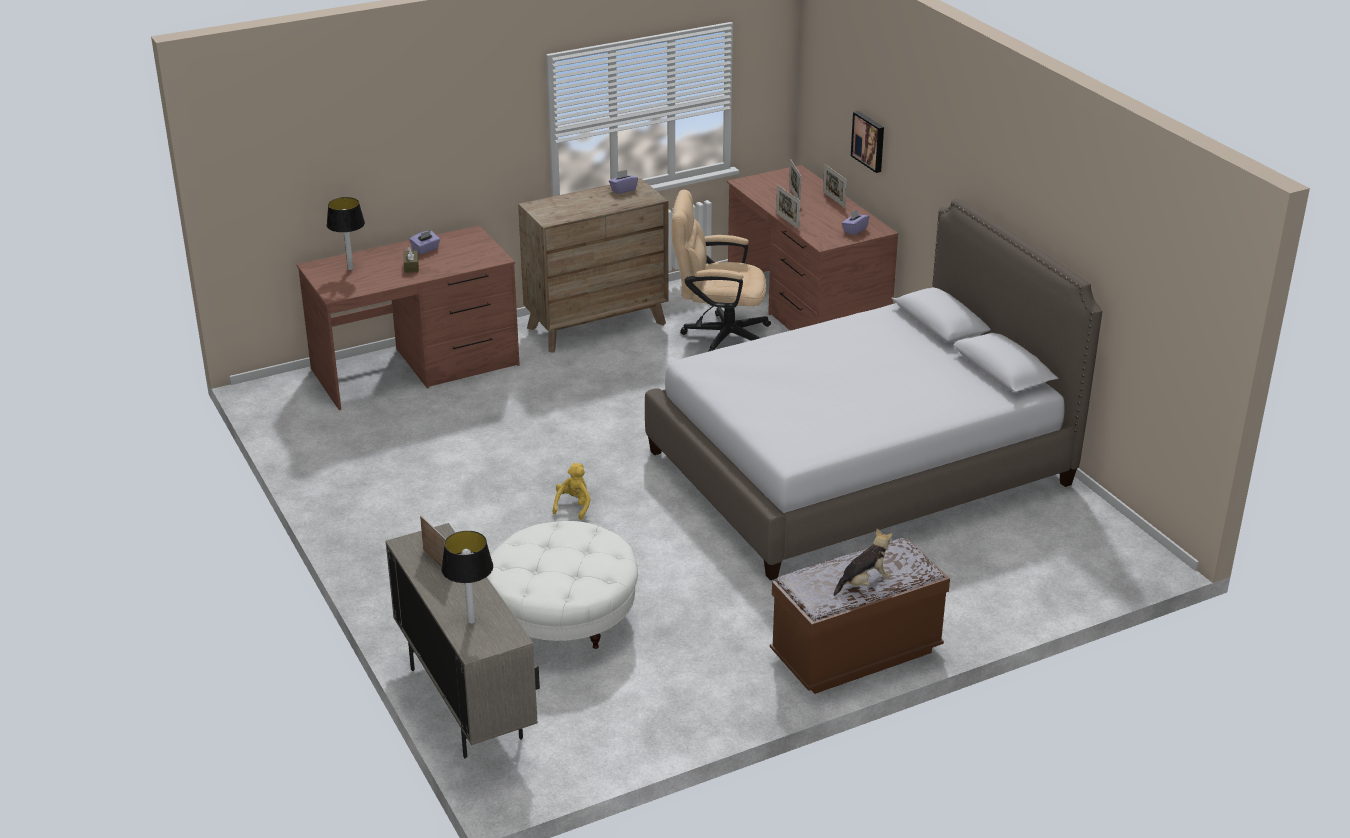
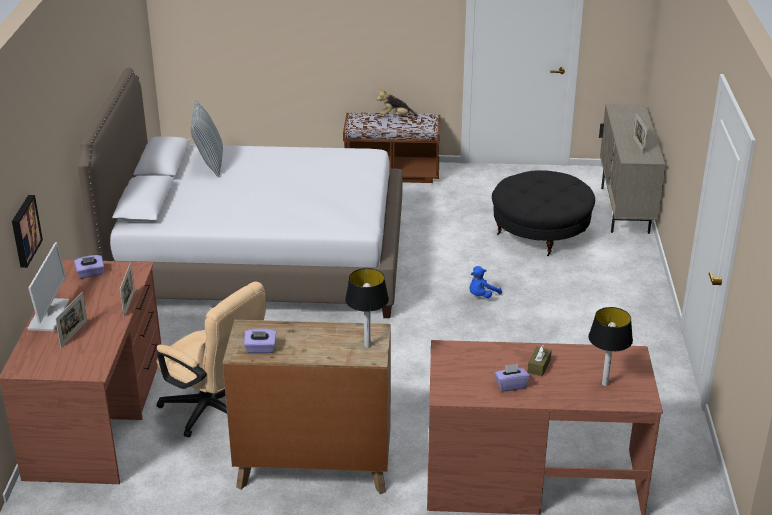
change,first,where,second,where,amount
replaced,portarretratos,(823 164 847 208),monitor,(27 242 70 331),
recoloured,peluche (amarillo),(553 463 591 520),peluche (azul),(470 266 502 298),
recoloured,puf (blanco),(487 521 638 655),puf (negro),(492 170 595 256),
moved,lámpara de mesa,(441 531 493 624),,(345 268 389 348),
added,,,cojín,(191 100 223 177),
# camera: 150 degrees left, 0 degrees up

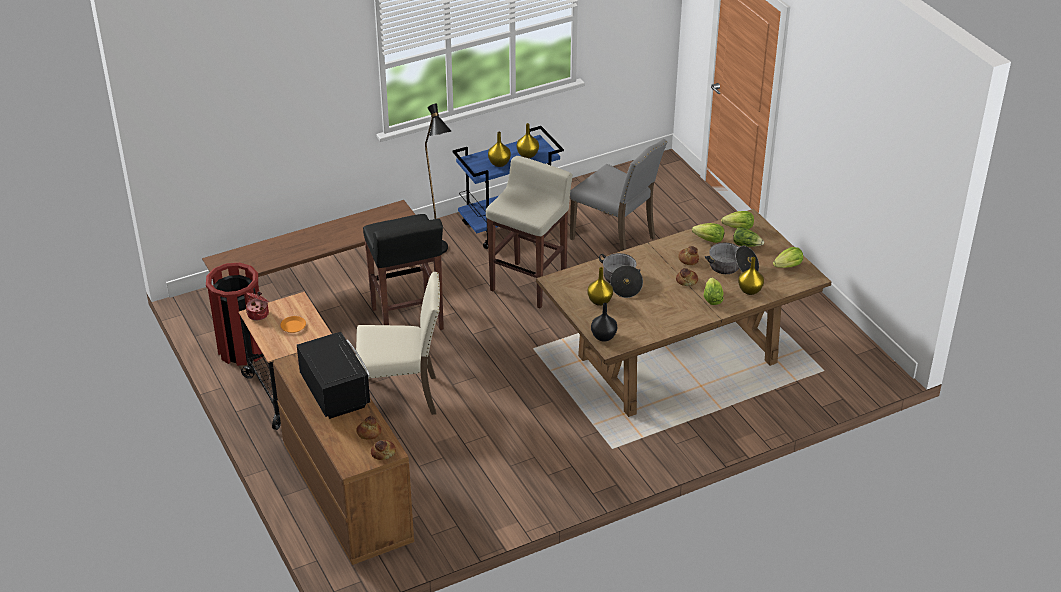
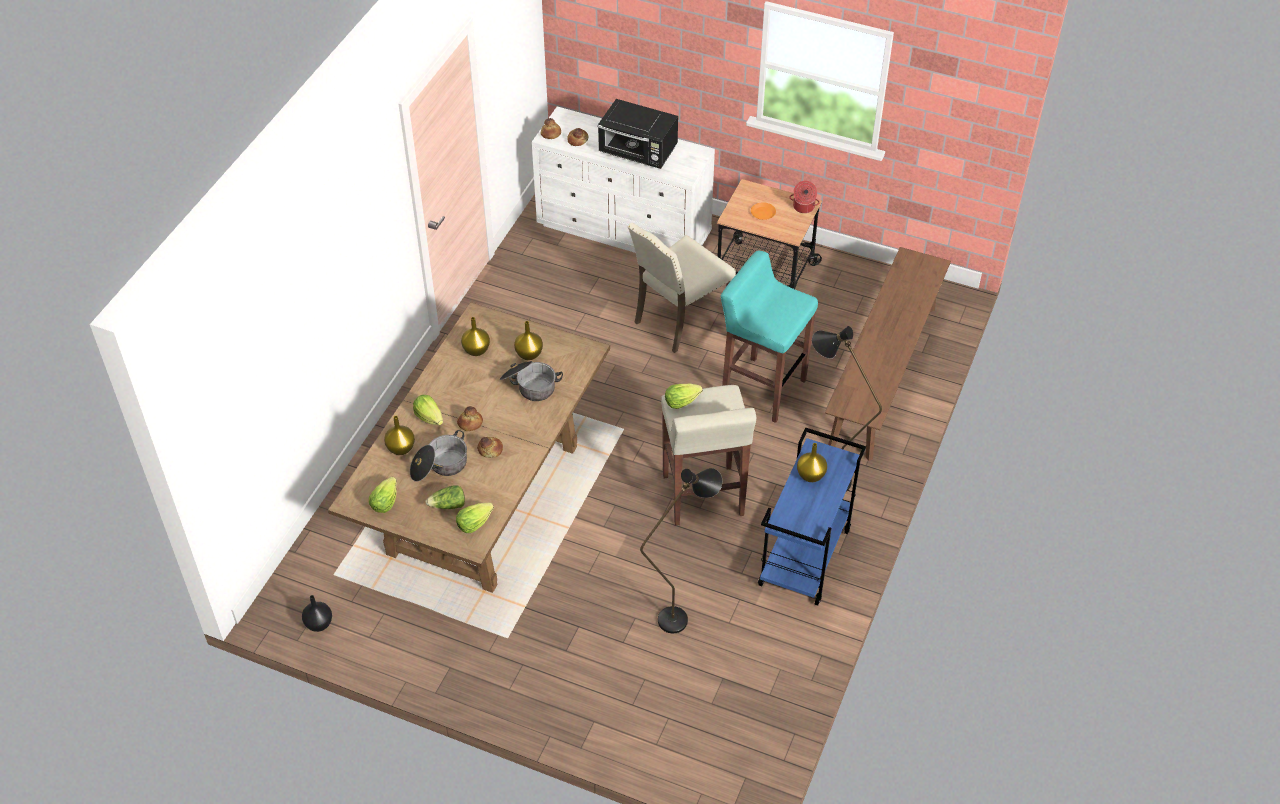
change,first,where,second,where,amount
moved,florero (amarillo),(516 123 539 158),,(461 317 490 356),
replaced,silla (gris),(570 139 668 251),lámpara de pie (negro),(640 468 722 633),
recoloured,taburete (negro),(363 214 444 330),taburete (turquesa),(721 250 818 423),
moved,lechuga,(692 223 725 243),,(665 383 703 409),
removed,papelera (rojo),(206 263 262 366),,,
moved,florero (negro),(591 303 617 342),,(302 595 332 632),
recoloured,cómoda (marrón),(273 353 414 565),cómoda (blanco),(532 106 715 253),
# camera: 140 degrees right, 10 degrees up

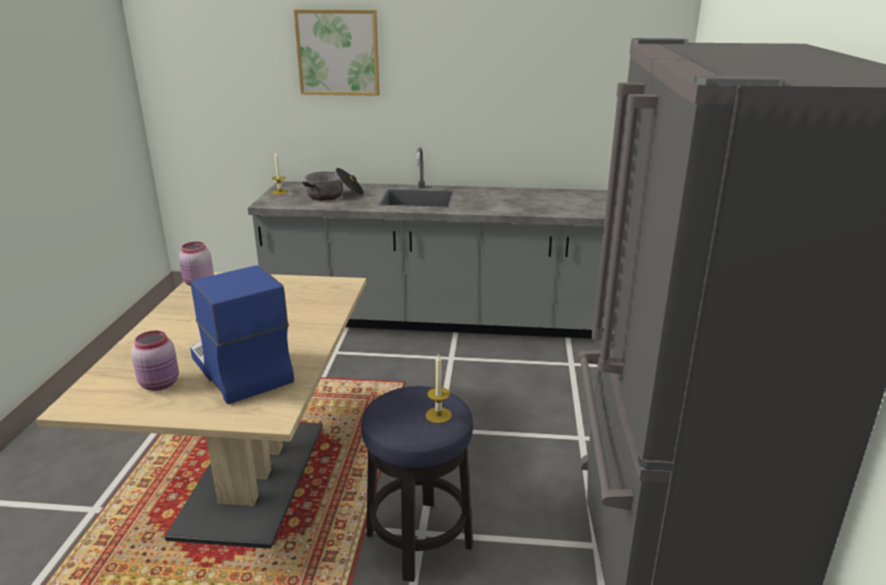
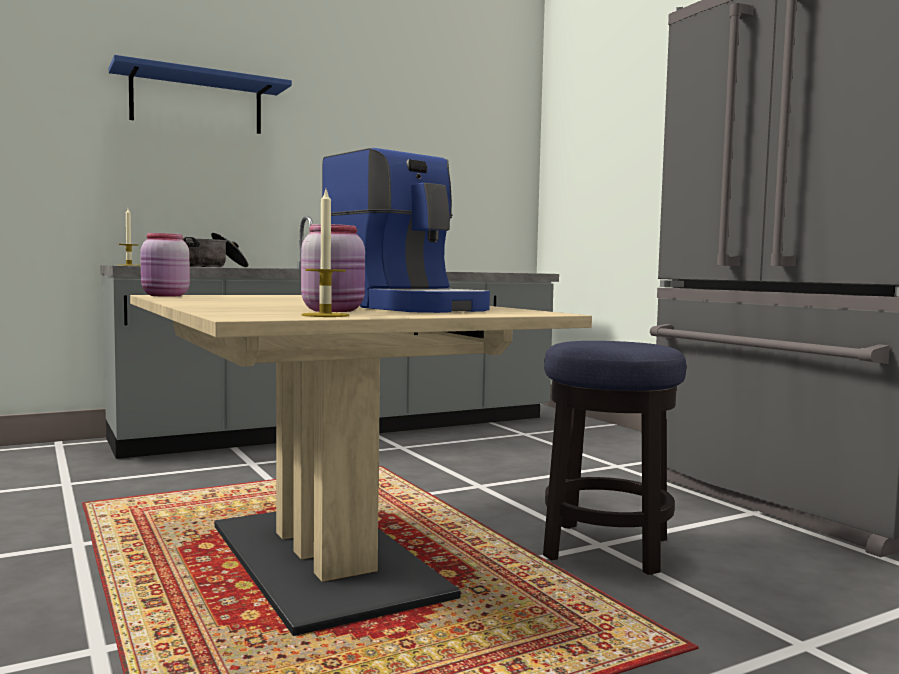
change,first,where,second,where,amount
replaced,cuadro,(294 9 380 96),estante (azul),(109 55 292 134),
turned,cafetera,(190 265 294 404),,(322 148 490 313),150 degrees counterclockwise
moved,vela,(426 353 452 423),,(301 187 349 317),
# camera: 35 degrees left, 20 degrees down

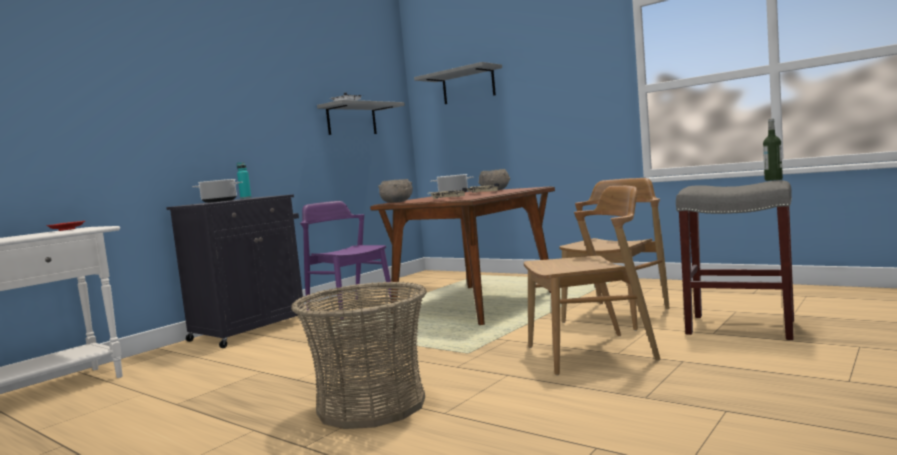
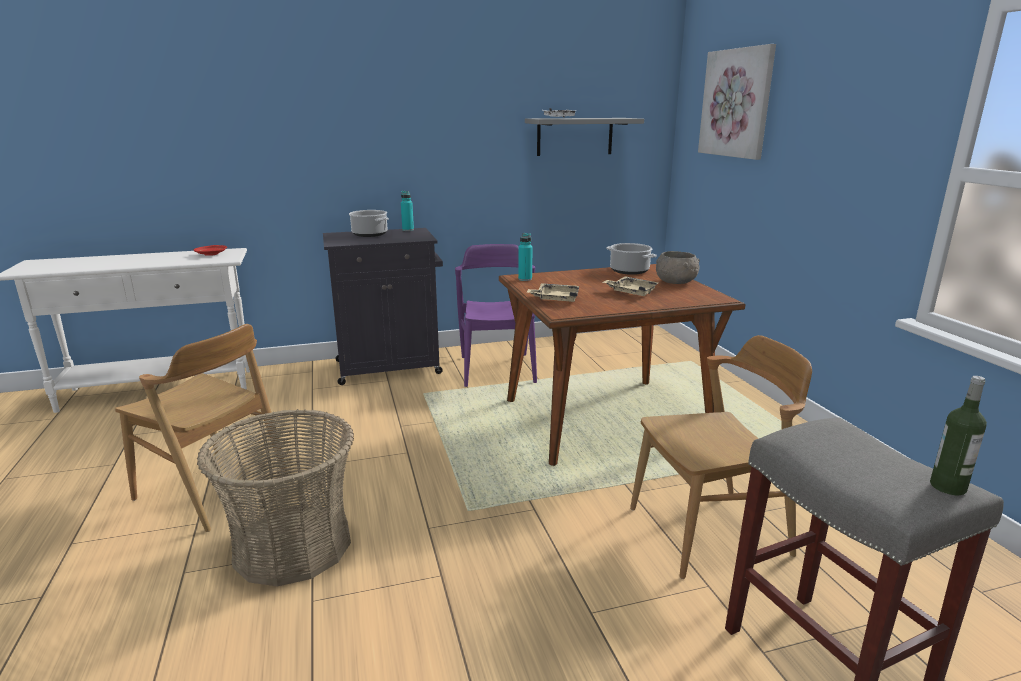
change,first,where,second,where,amount
replaced,estante (gris),(414 62 502 104),cuadro,(698 44 776 160),
replaced,cuenco (gris),(378 179 413 203),botella (turquesa),(518 233 532 281),
moved,silla (marrón),(524 186 661 375),,(115 324 286 532),
# camera: 35 degrees right, 15 degrees up

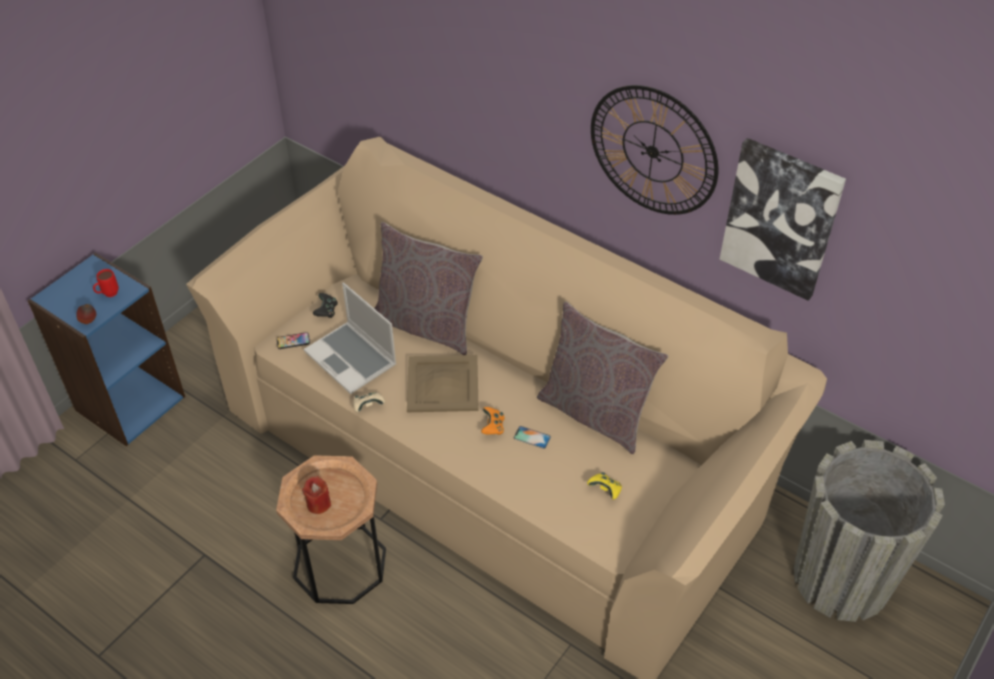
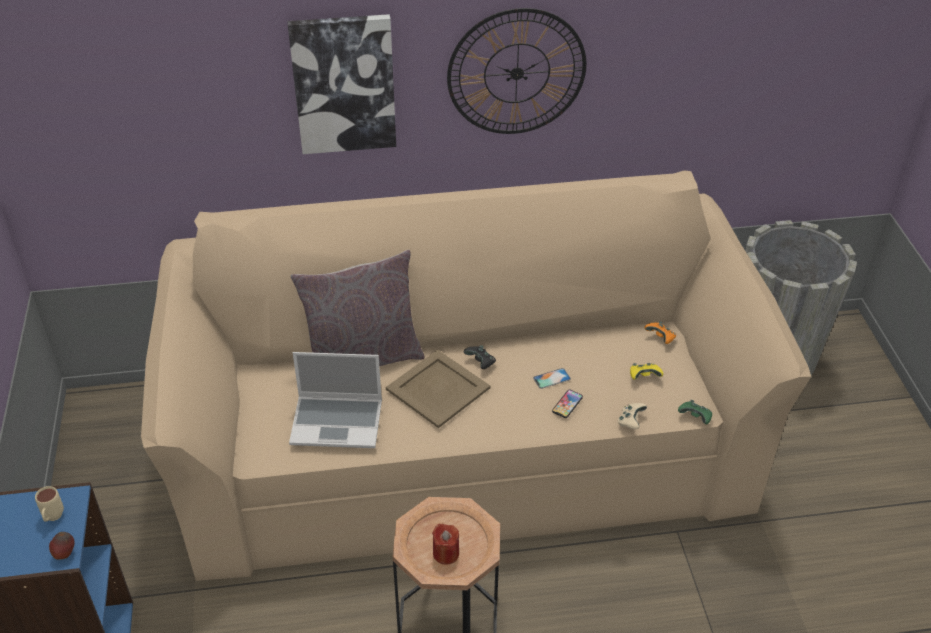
change,first,where,second,where,amount
moved,cuadro,(720 138 846 301),,(288 14 396 154),
recoloured,taza grande (rojo),(93 269 119 297),taza grande (beis),(35 486 64 522),
moved,mando de consola (negro),(313 293 338 318),,(464 345 496 369),
removed,cojín (gris),(537 301 668 454),,,
moved,móvil,(277 332 310 349),,(552 390 583 418),
moved,mando de consola (beis),(353 392 385 412),,(618 403 647 429),
moved,mando de consola (naranja),(481 407 505 435),,(644 321 676 344),
added,,,mando de consola (verde),(678 400 712 424),
# camera: 45 degrees left, 5 degrees down

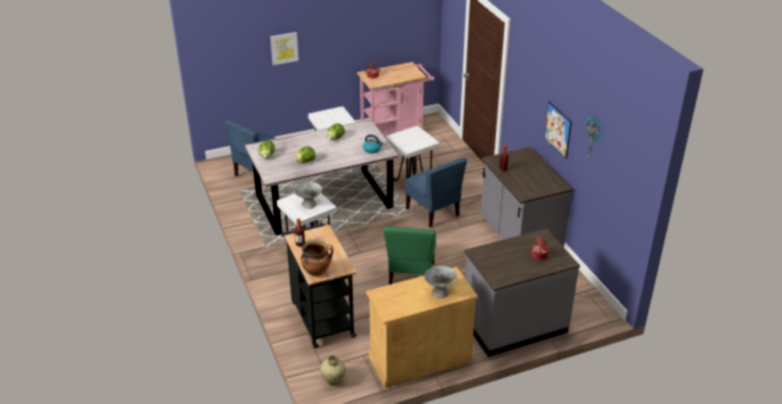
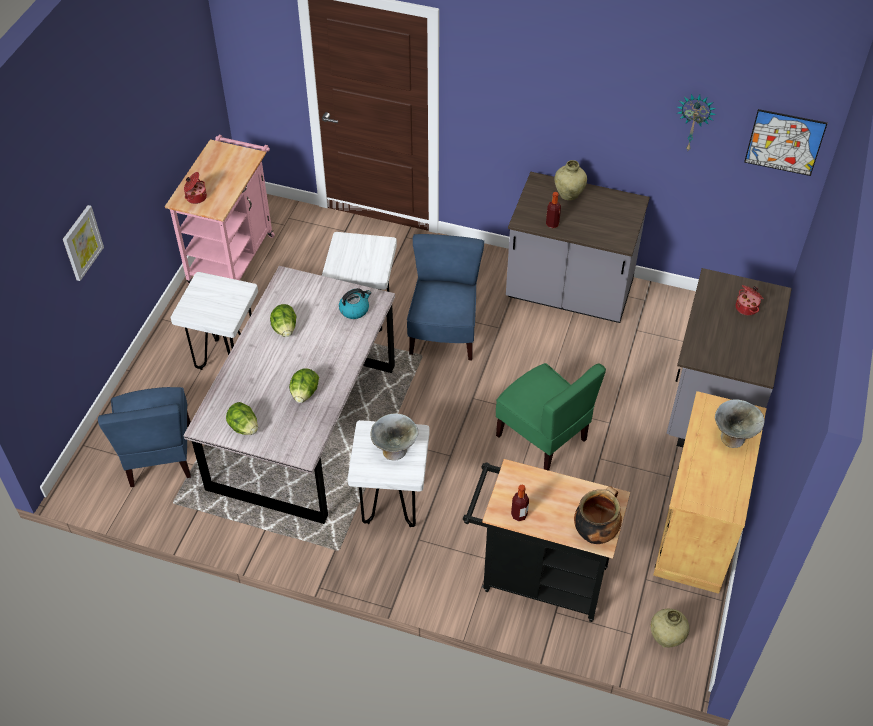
change,first,where,second,where,amount
moved,cuadro,(544 102 572 159),,(744 109 828 176),
turned,silla (azul),(405 157 467 227),,(407 234 484 360),90 degrees counterclockwise
added,,,florero (beis),(554 160 587 200),
# camera: 50 degrees left, 15 degrees up

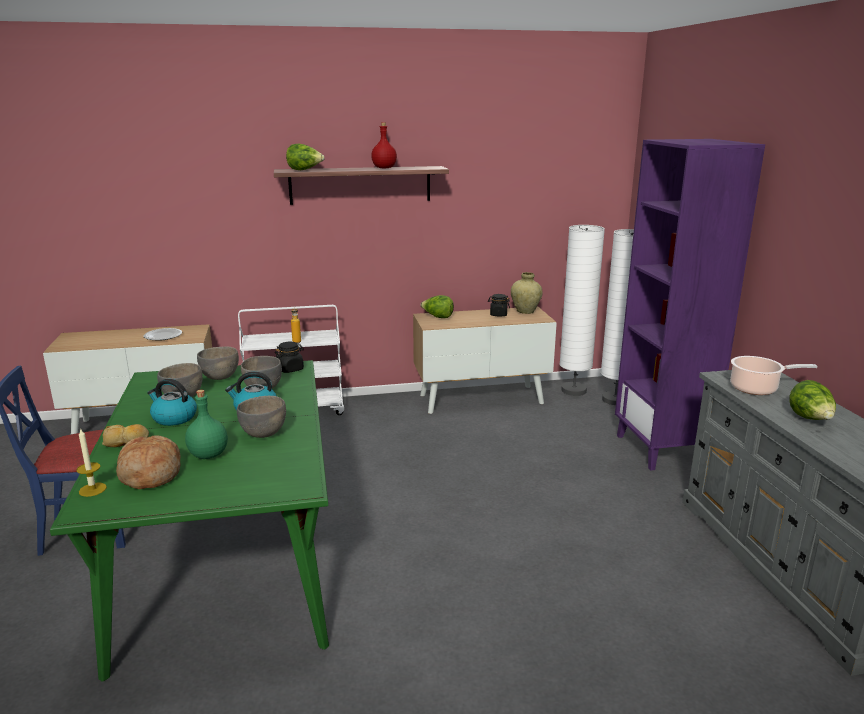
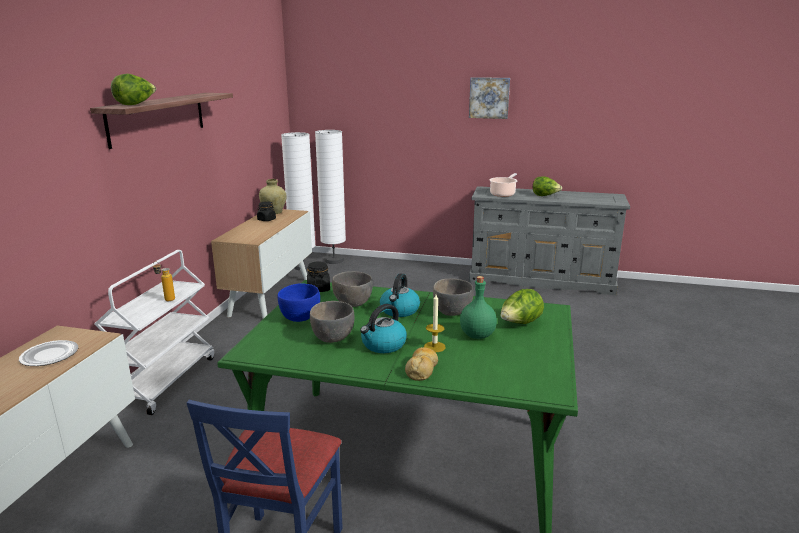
change,first,where,second,where,amount
removed,botella (rojo),(371 122 397 168),,,
removed,estantería (morado),(615 139 765 471),,,
moved,lechuga,(421 295 454 318),,(500 289 544 324),
recoloured,cuenco (gris),(197 346 239 380),cuenco (azul),(278 283 320 322),
moved,vela,(76 428 107 497),,(424 294 446 352),
removed,pan,(116 435 181 489),,,
added,,,cuadro,(469 77 510 119),
# camera: 65 degrees left, 0 degrees up

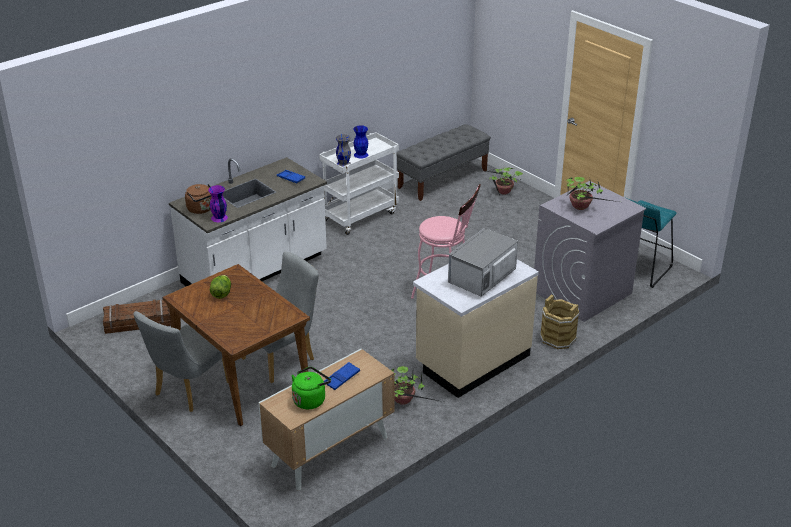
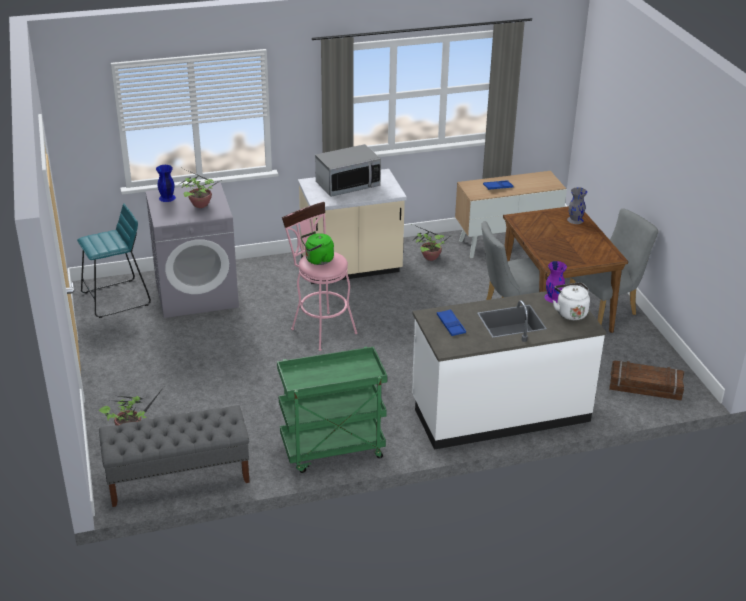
change,first,where,second,where,amount
moved,florero (azul),(353 125 368 158),,(156 165 176 202),
recoloured,carrito (blanco),(319 132 399 235),carrito (verde),(277 347 387 473),
moved,florero (gris),(336 134 351 167),,(567 187 587 224),
recoloured,hervidor (marrón),(185 184 212 214),hervidor (blanco),(553 282 590 320),
removed,lechuga,(210 275 231 299),,,
removed,cubo (marrón),(540 295 580 350),,,
moved,hervidor (verde),(291 367 331 409),,(301 231 334 265),
# camera: 155 degrees left, 0 degrees up

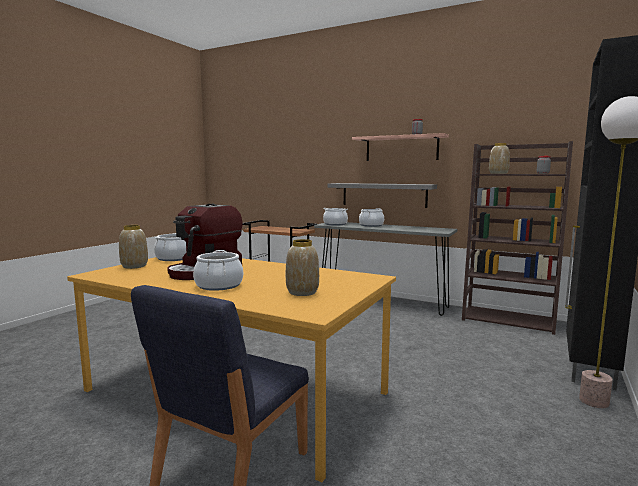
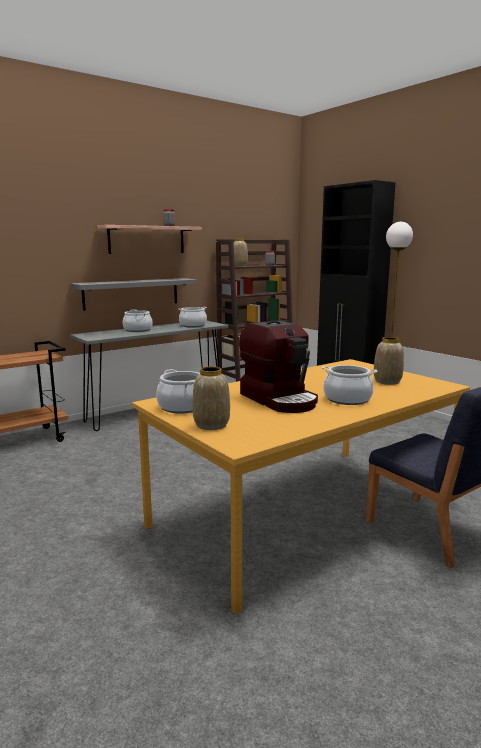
change,first,where,second,where,amount
moved,olla,(323 208 348 225),,(179 307 207 328),
# camera: 65 degrees left, 5 degrees up

